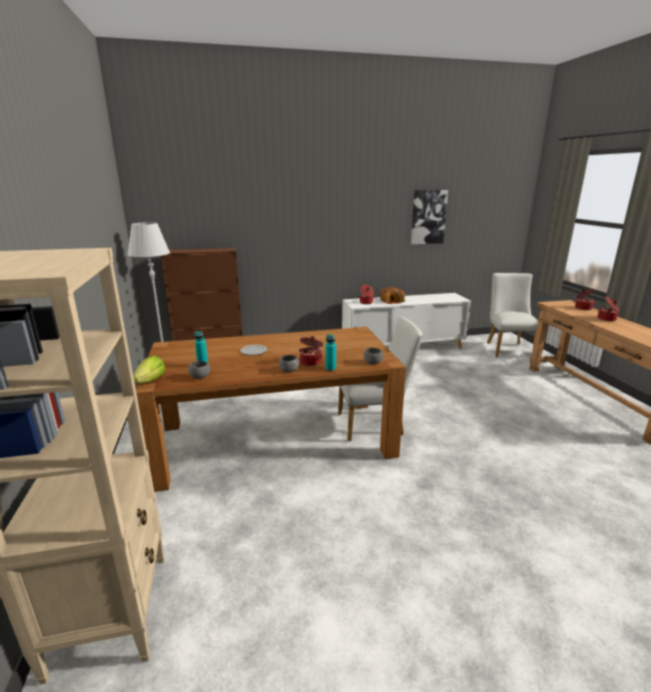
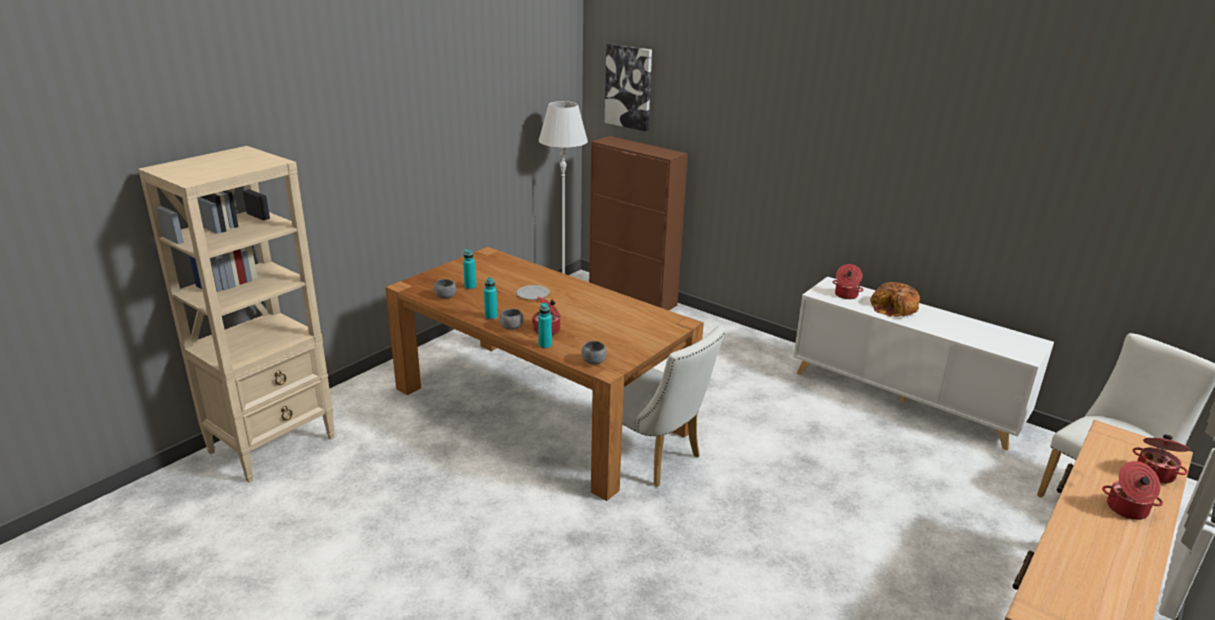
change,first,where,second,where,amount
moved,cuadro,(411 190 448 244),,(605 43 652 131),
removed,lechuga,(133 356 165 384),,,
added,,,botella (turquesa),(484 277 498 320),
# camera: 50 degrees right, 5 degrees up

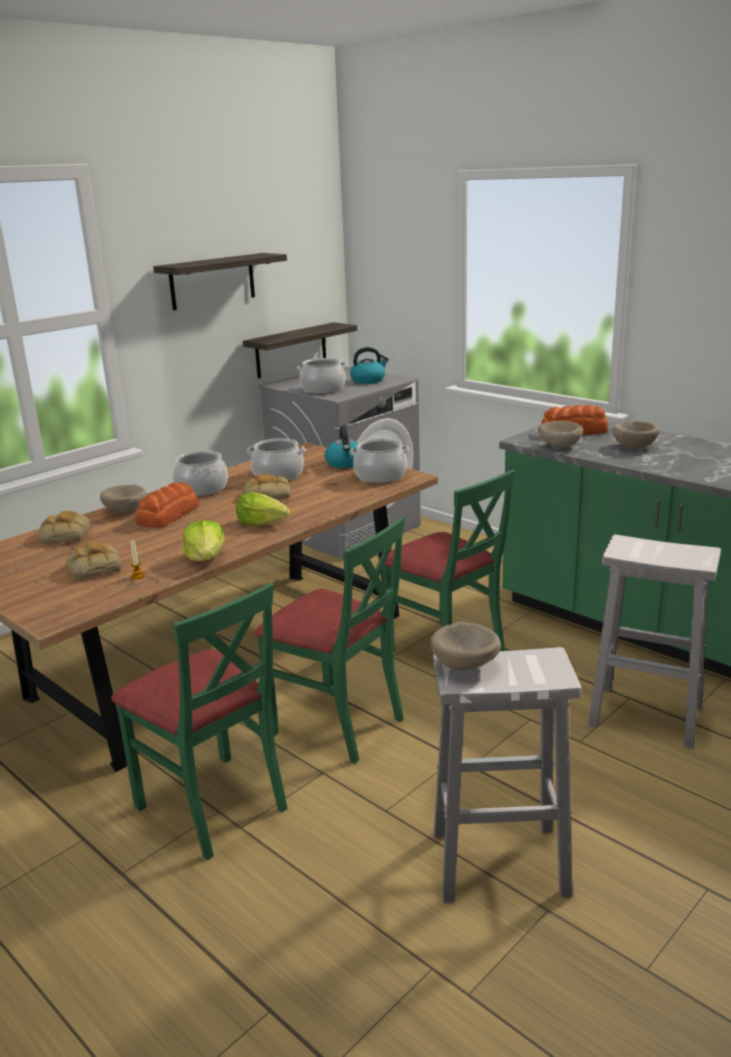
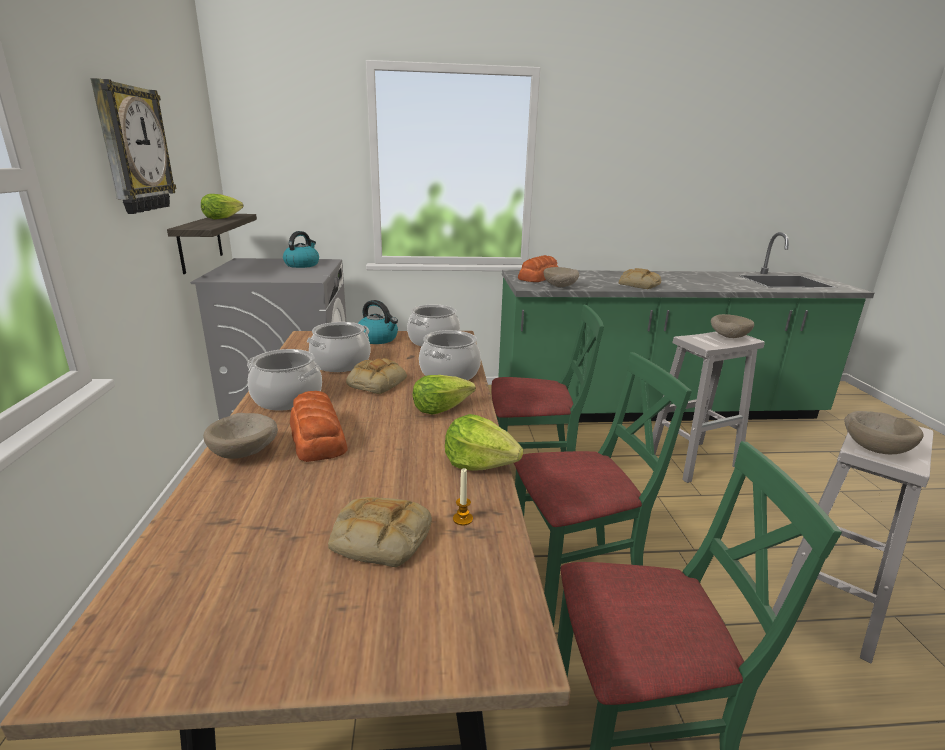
change,first,where,second,where,amount
replaced,estante,(153 253 287 310),reloj de pared,(91 78 176 214),
moved,olla,(297 358 347 394),,(419 330 481 380),
moved,cuenco (beis),(612 421 659 448),,(711 314 754 338),
moved,pan,(38 511 90 543),,(619 268 661 289),
added,,,lechuga,(201 194 243 220),
# camera: 50 degrees left, 0 degrees up

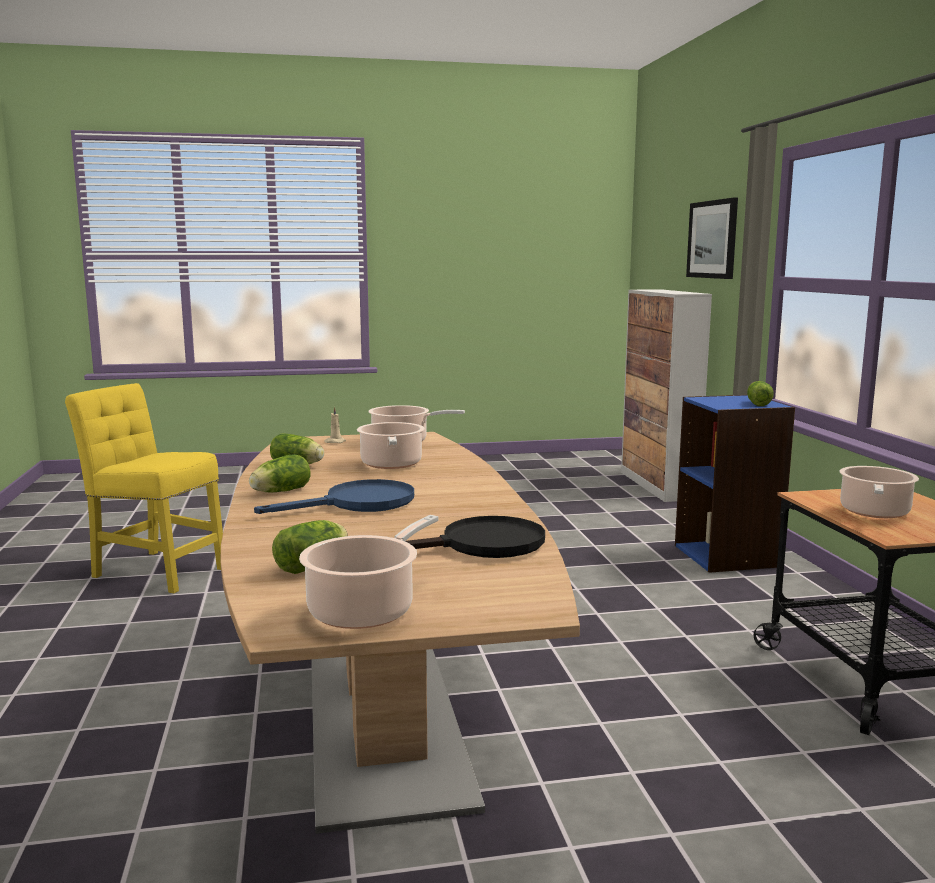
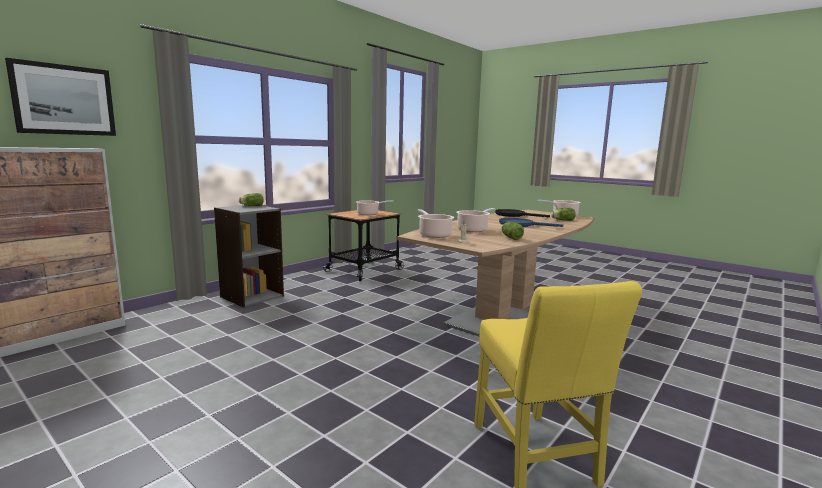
change,first,where,second,where,amount
recoloured,estantería (azul),(675 395 795 573),estantería (gris),(214 205 284 308),
removed,lechuga,(249 454 310 492),,,
# camera: 130 degrees left, 0 degrees up

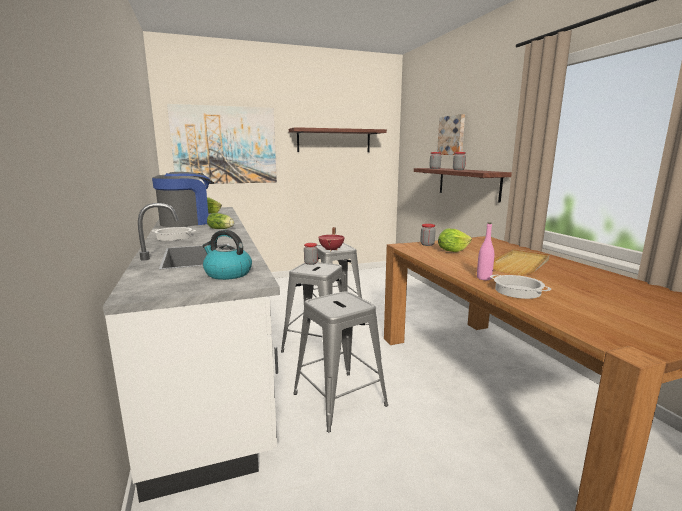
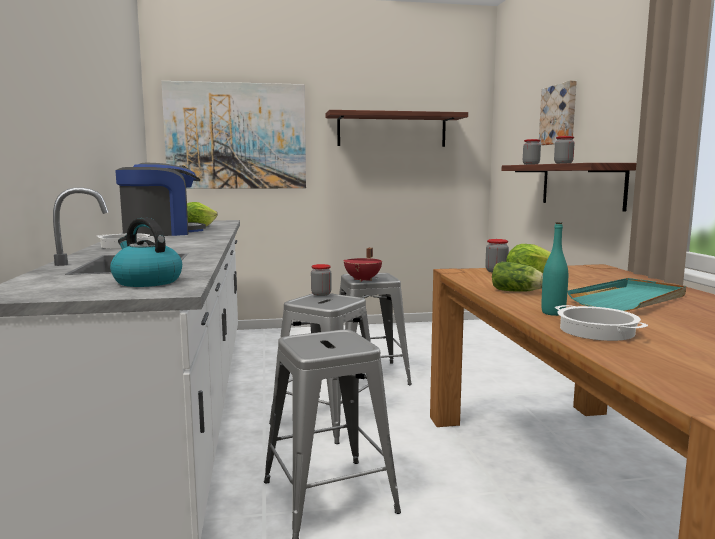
change,first,where,second,where,amount
moved,lechuga,(207 213 234 229),,(492 262 543 292),
recoloured,botella (rosa),(477 222 494 280),botella (turquesa),(542 222 568 316),
recoloured,bandeja (beis),(493 249 550 276),bandeja (turquesa),(568 278 686 311),
# camera: 10 degrees right, 5 degrees down

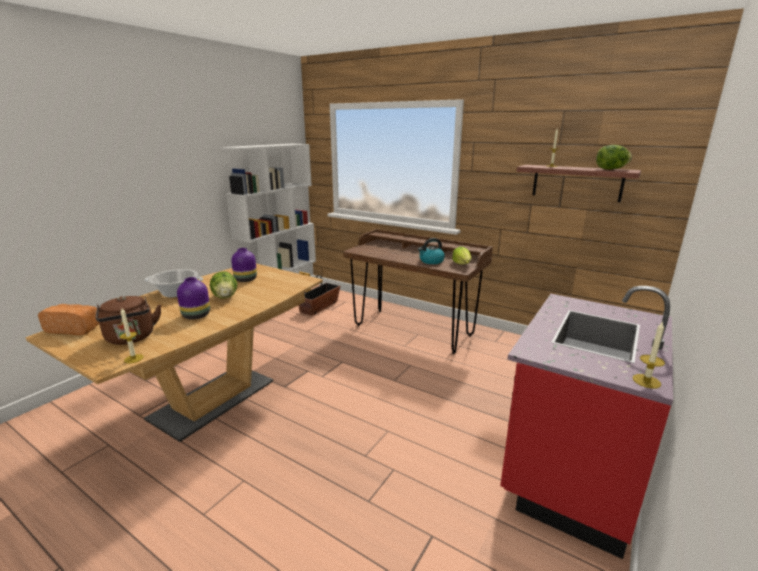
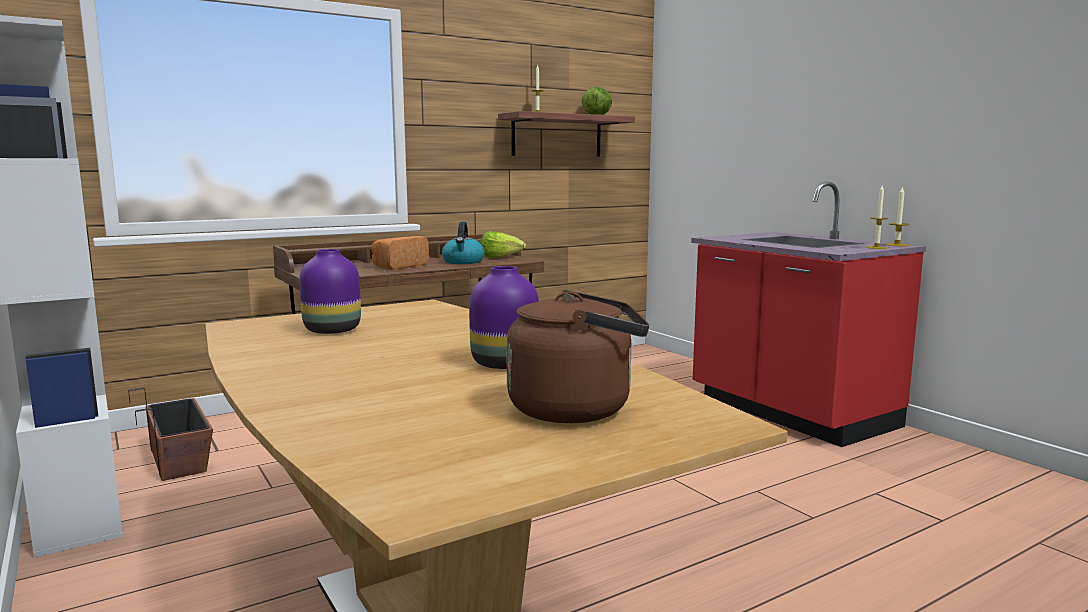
change,first,where,second,where,amount
removed,olla,(145 269 203 297),,,
removed,lechuga,(210 271 237 299),,,
moved,pan,(38 304 99 335),,(372 236 429 270),
moved,vela,(120 308 144 364),,(866 185 888 249),
# camera: 65 degrees left, 10 degrees down

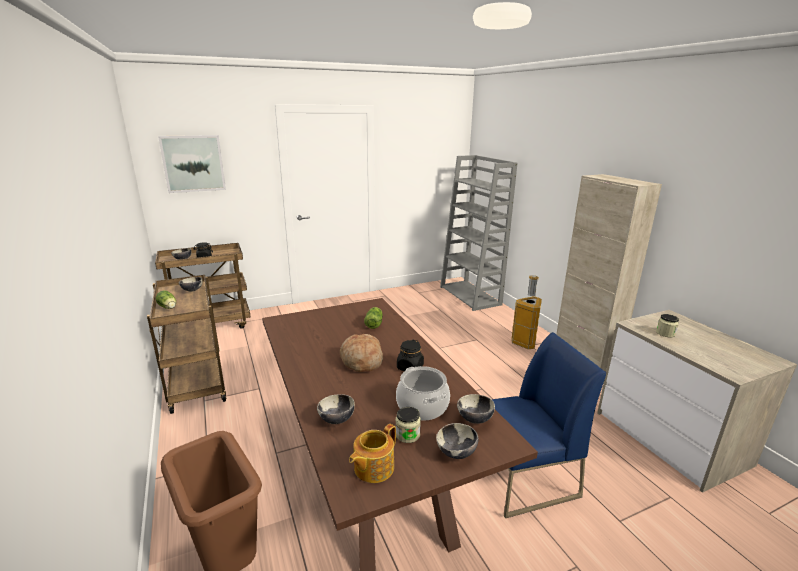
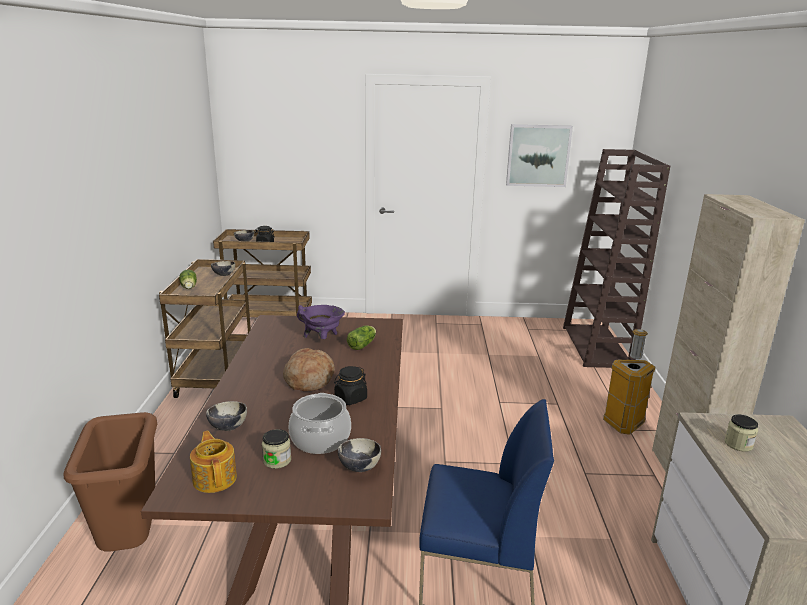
change,first,where,second,where,amount
moved,cuadro,(158 135 226 193),,(506 124 573 187),
recoloured,estantería (gris),(440 155 517 311),estantería (marrón),(563 149 670 368),
removed,cuenco,(436 423 479 459),,,
turned,tetera,(349 424 396 483),,(190 431 237 493),90 degrees clockwise
added,,,olla (morado),(297 305 345 339),
# camera: 25 degrees right, 0 degrees up

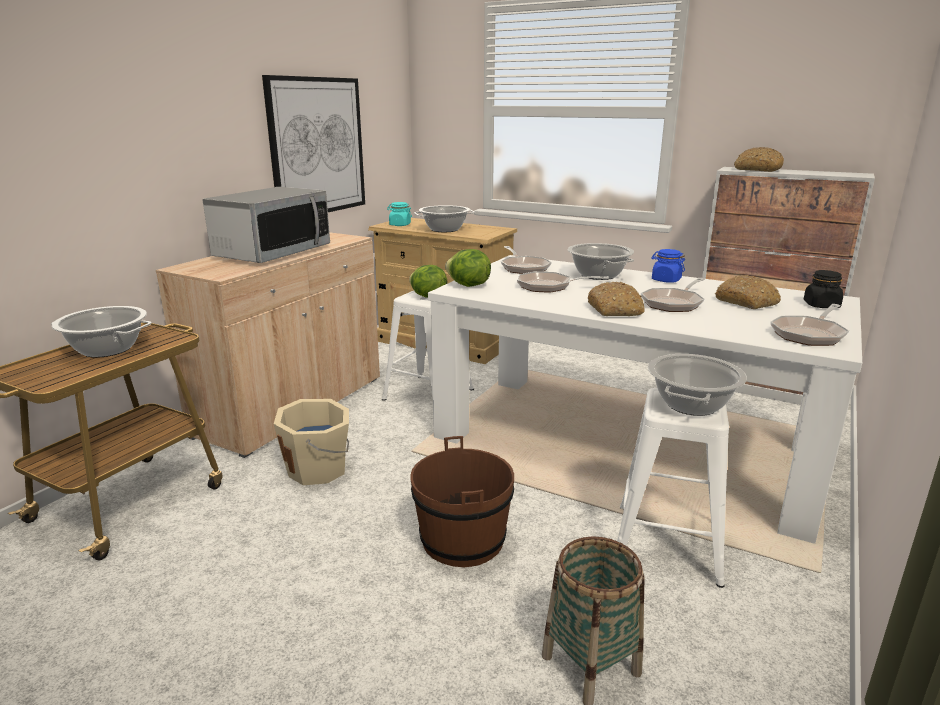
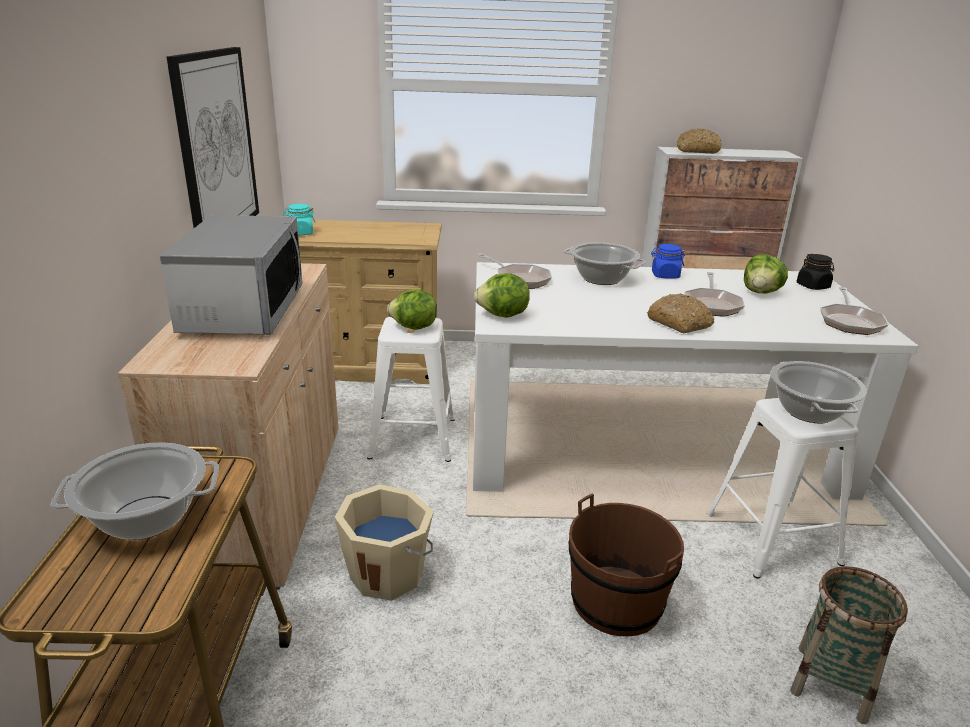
change,first,where,second,where,amount
removed,olla,(414 205 475 232),,,
removed,sartén,(517 271 609 293),,,
replaced,pan,(715 275 781 309),lechuga,(744 254 788 294),
# camera: 30 degrees left, 5 degrees up

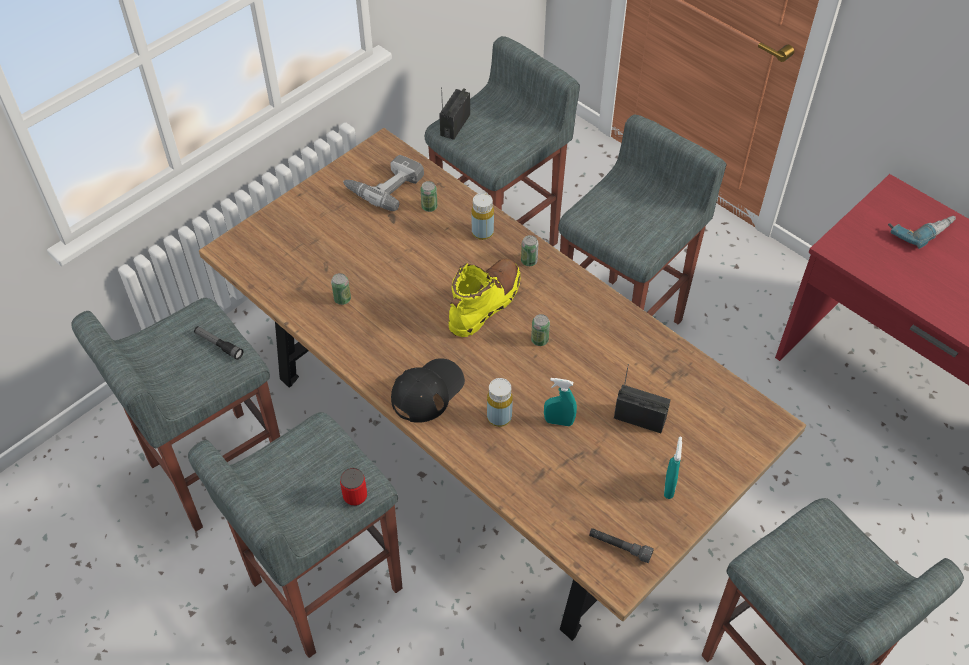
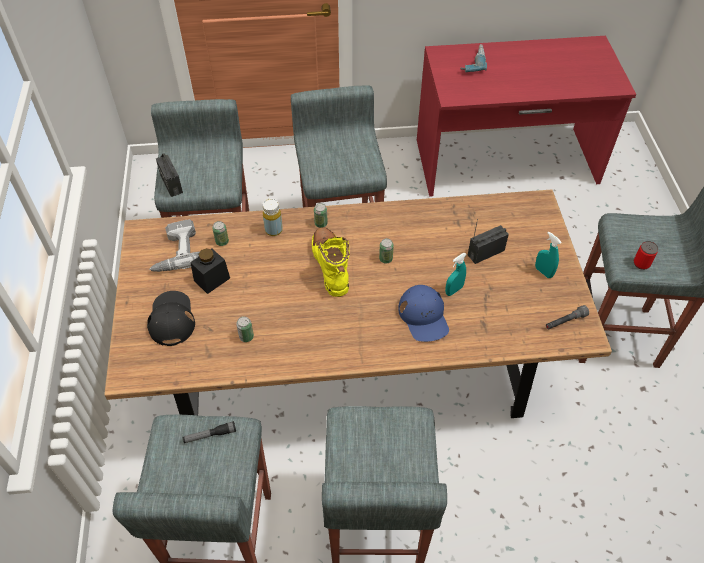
change,first,where,second,where,amount
moved,gorra (negro),(391 358 465 423),,(147 291 195 346),
replaced,botella (amarillo),(487 378 513 427),gorra (azul),(398 285 449 342),
moved,lata,(340 468 367 506),,(634 241 658 270),
added,,,tarro (negro),(190 248 230 294),
# camera: 50 degrees left, 0 degrees up

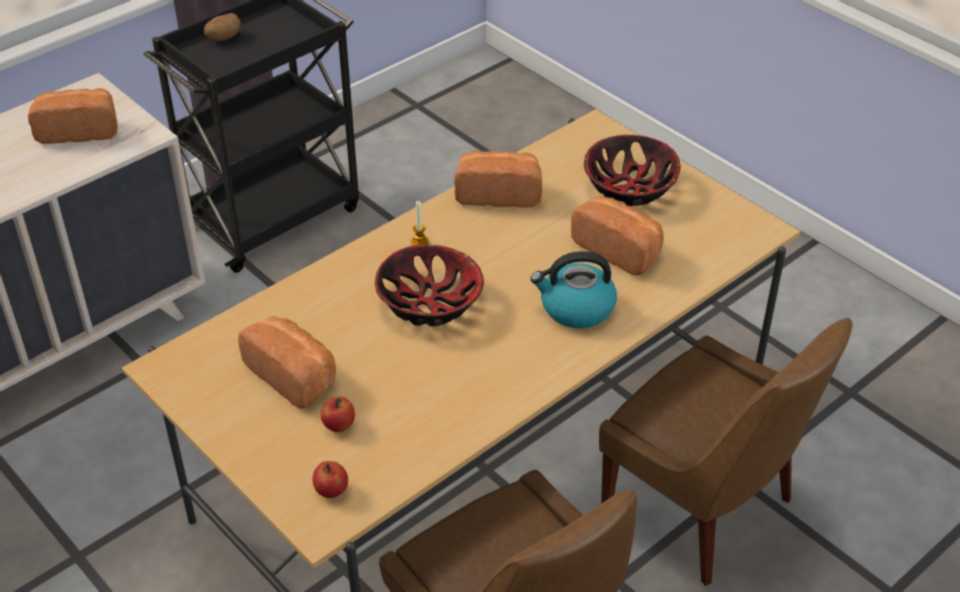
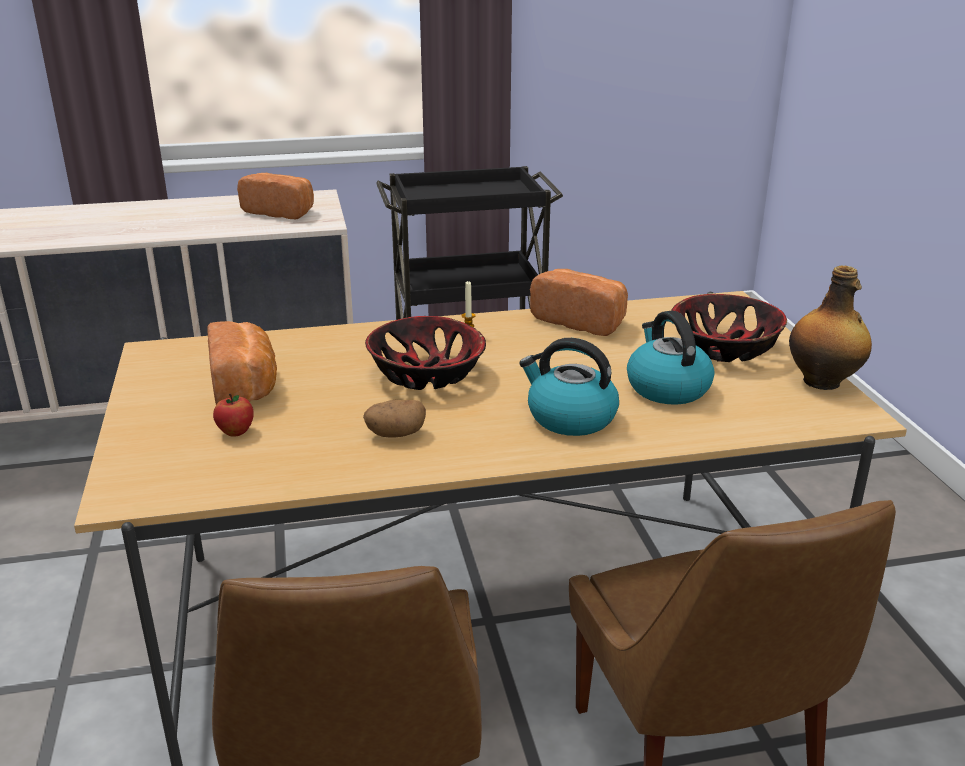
change,first,where,second,where,amount
moved,patata,(204 13 241 41),,(363 400 426 437),
replaced,pan,(571 196 664 276),hervidor,(627 310 715 405),
removed,manzana,(313 461 348 498),,,
added,,,botella,(789 265 872 390),
# camera: 30 degrees right, 15 degrees down

